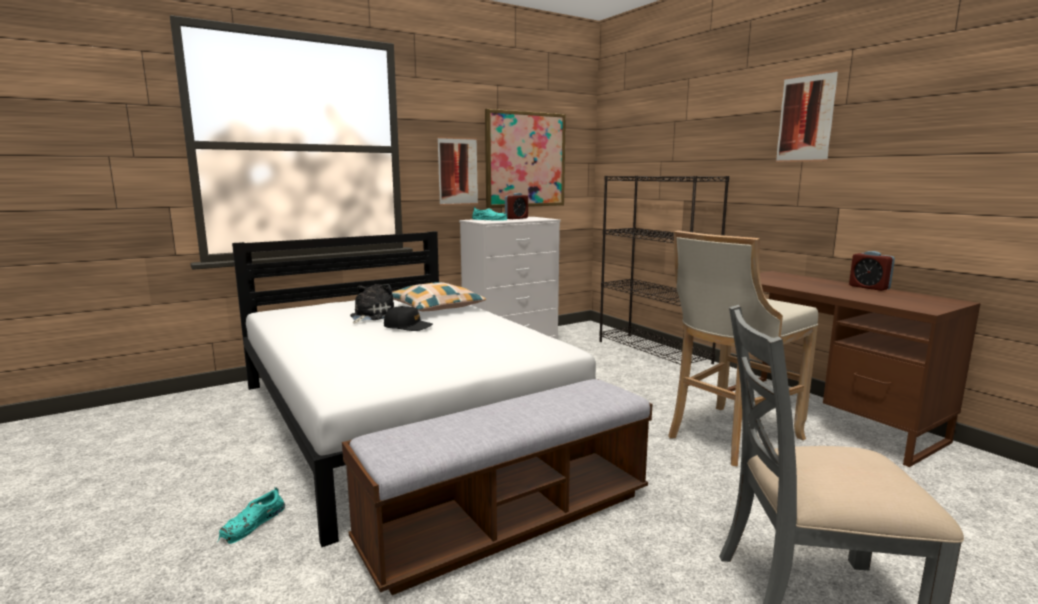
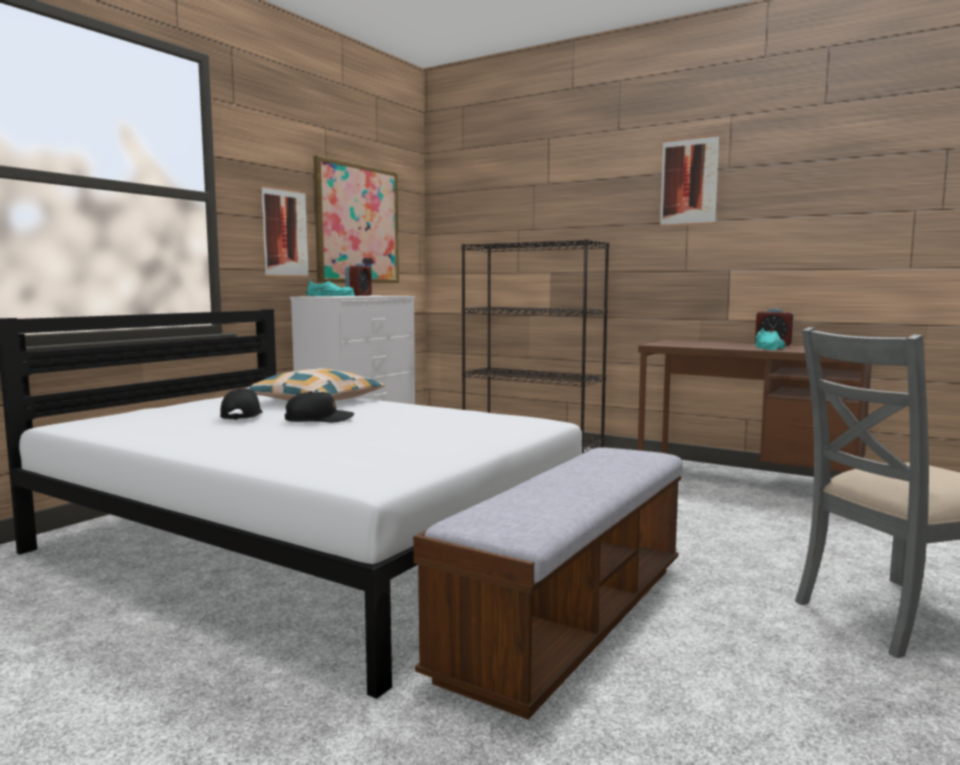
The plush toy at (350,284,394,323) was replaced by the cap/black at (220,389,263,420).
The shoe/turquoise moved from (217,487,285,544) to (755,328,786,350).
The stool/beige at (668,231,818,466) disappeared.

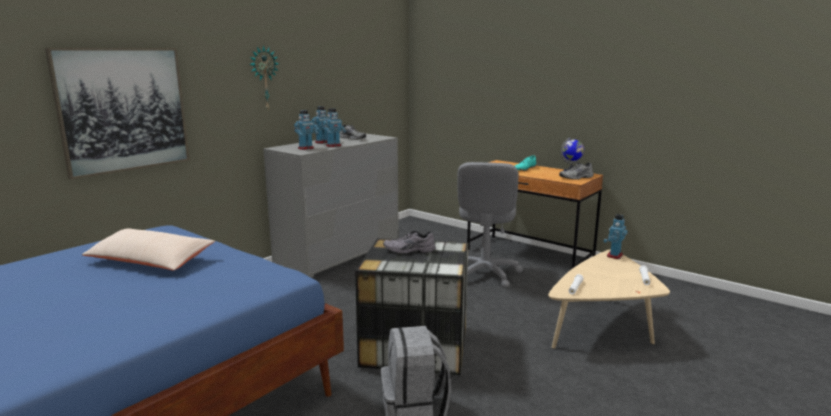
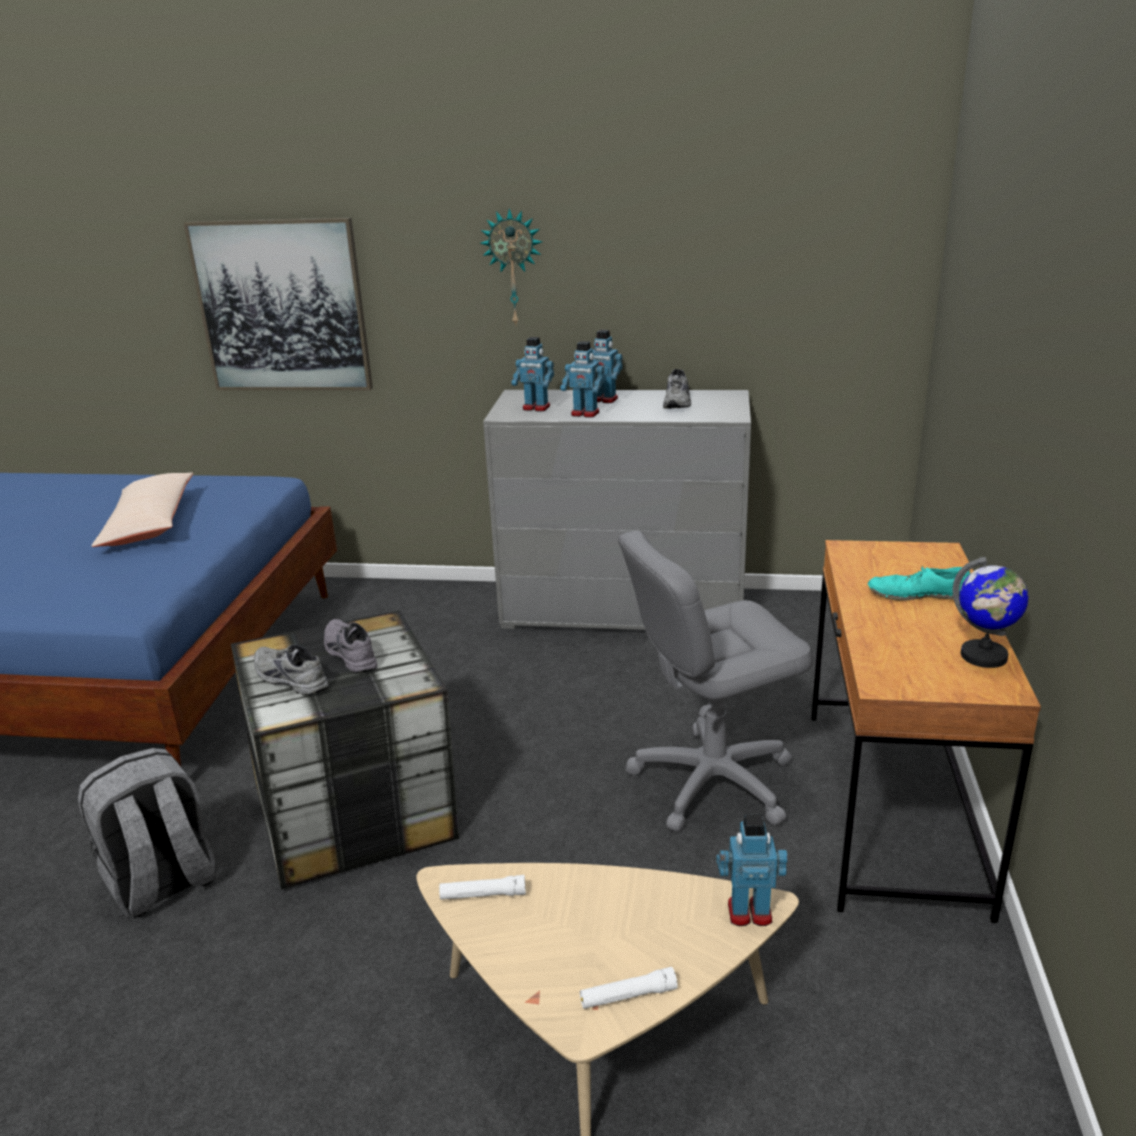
The shoe/grey moved from (559,162,594,180) to (254,645,329,695).

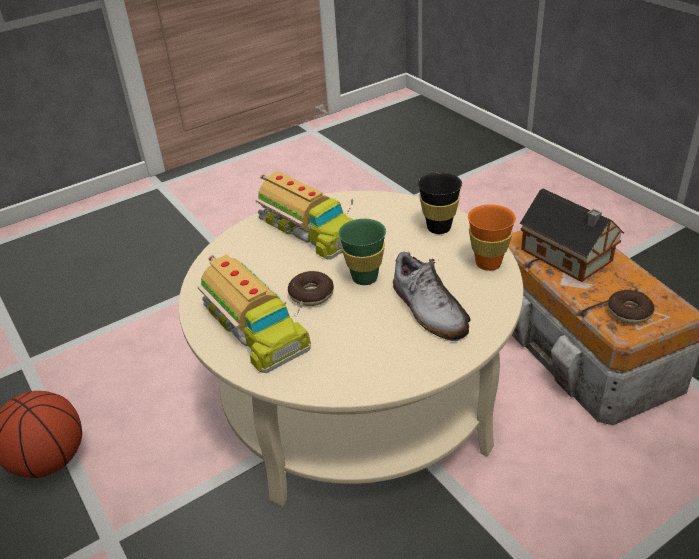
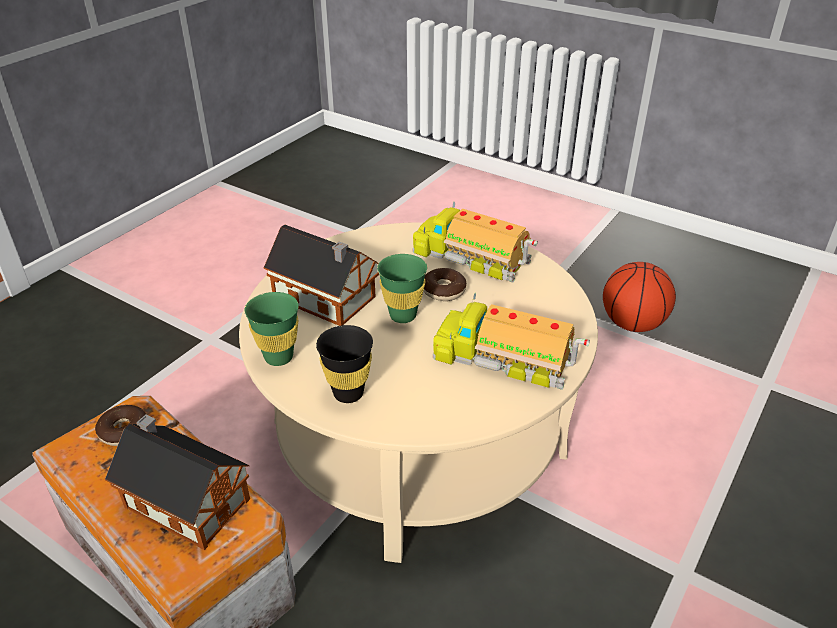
The cup/orange at (468,204,516,271) became the cup/green at (244,292,299,366).
The shoe at (393,252,471,341) was replaced by the toy house at (264,224,379,326).

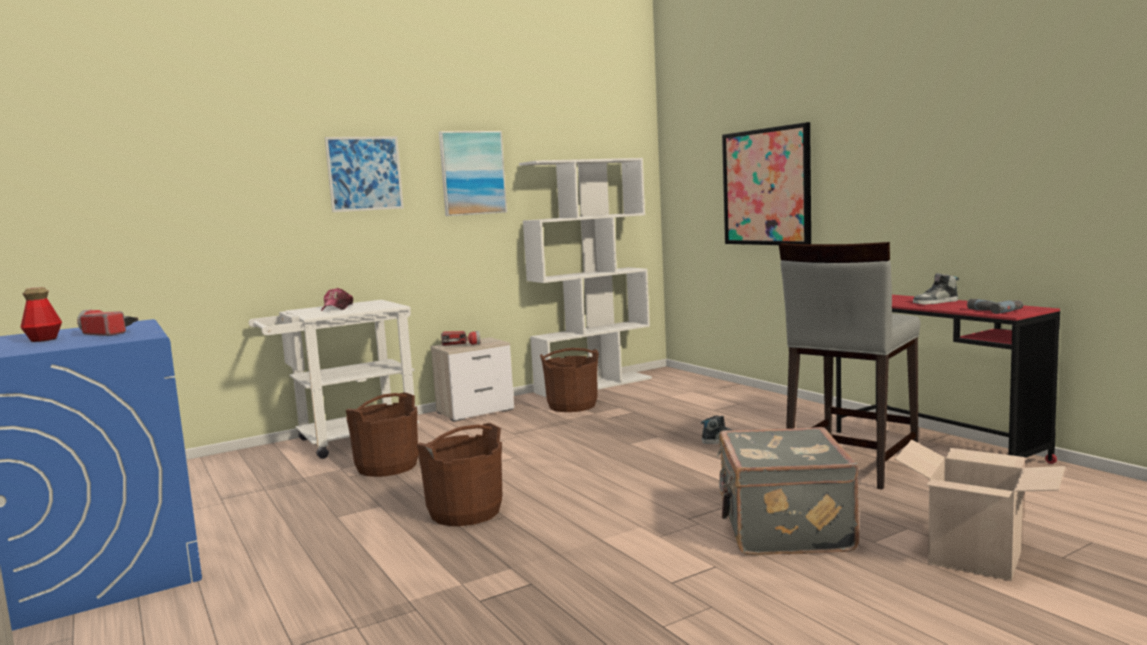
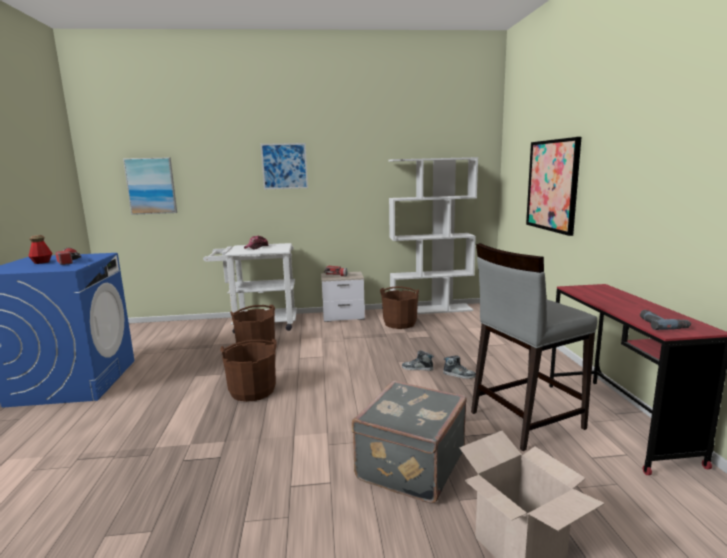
The picture moved from (439,131,507,216) to (123,157,177,215).
The shoe moved from (913,273,959,305) to (402,351,434,371).

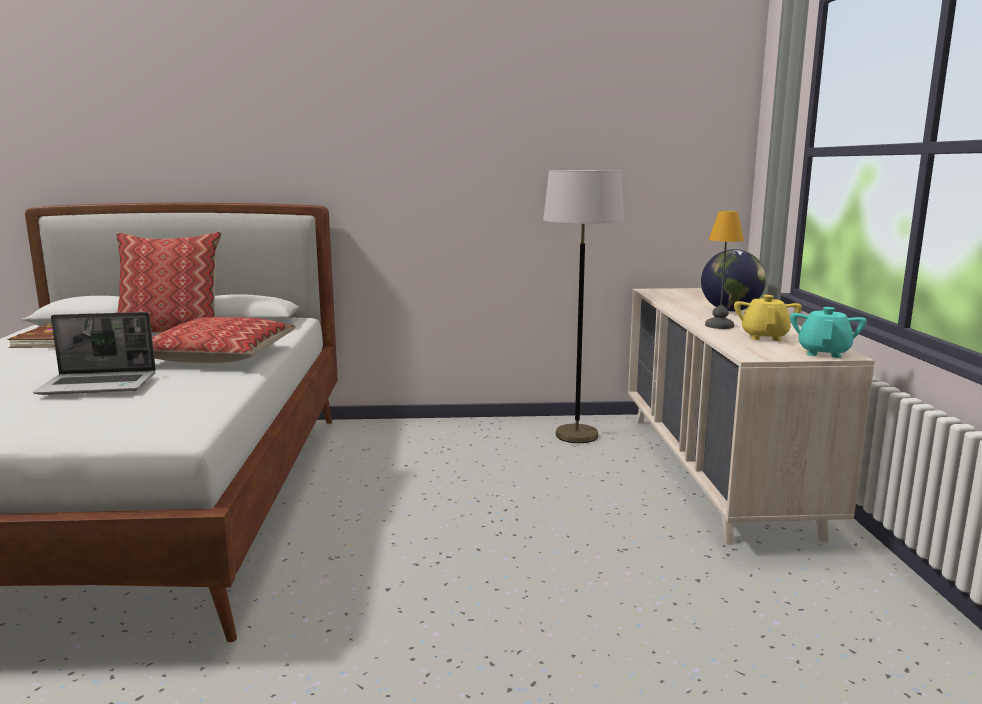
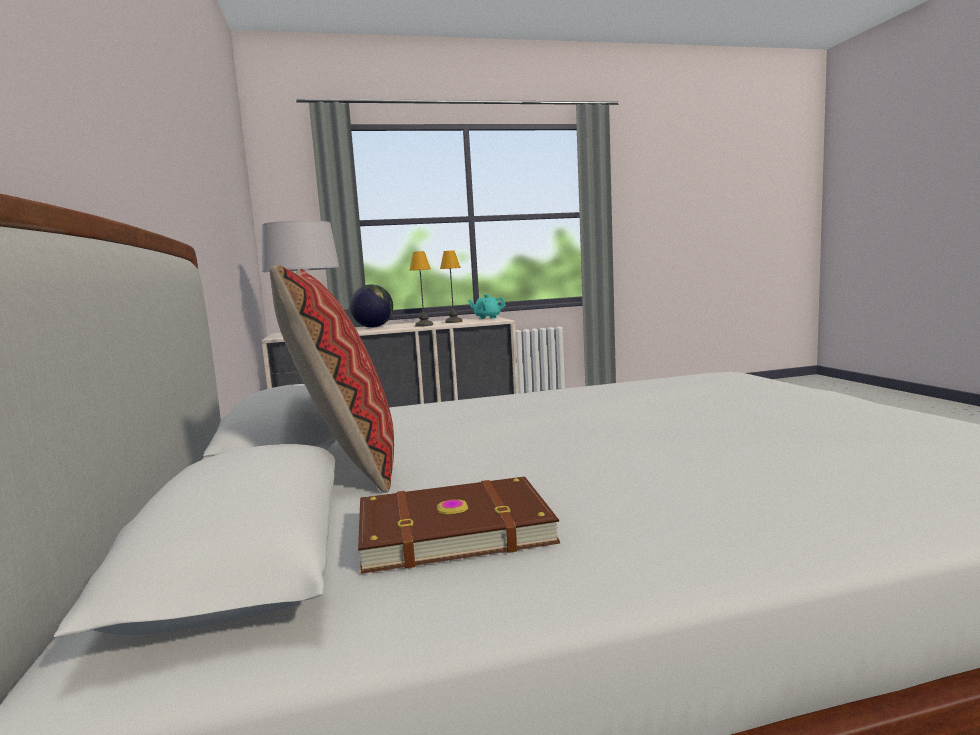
The teapot/yellow at (734,295,802,341) was replaced by the table lamp at (440,250,463,323).
The laptop at (33,312,156,395) disappeared.
The pillow at (152,317,296,363) disappeared.

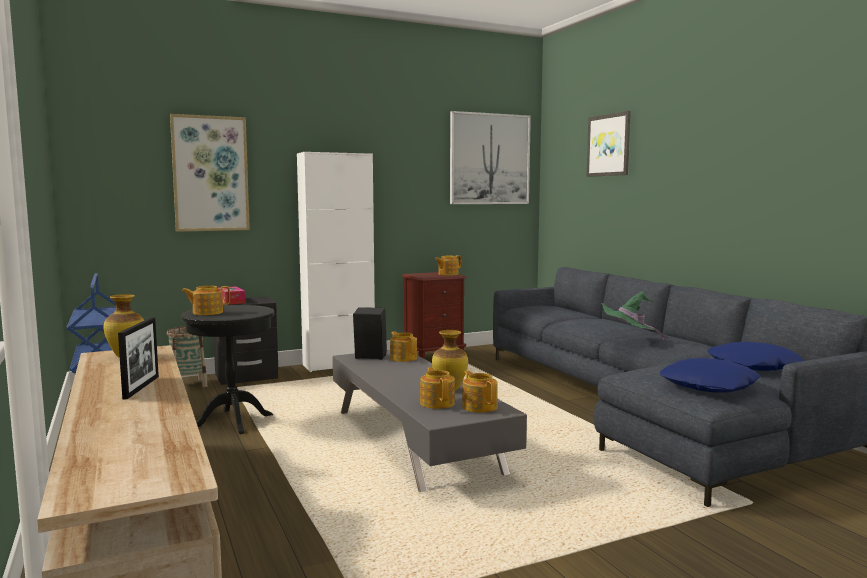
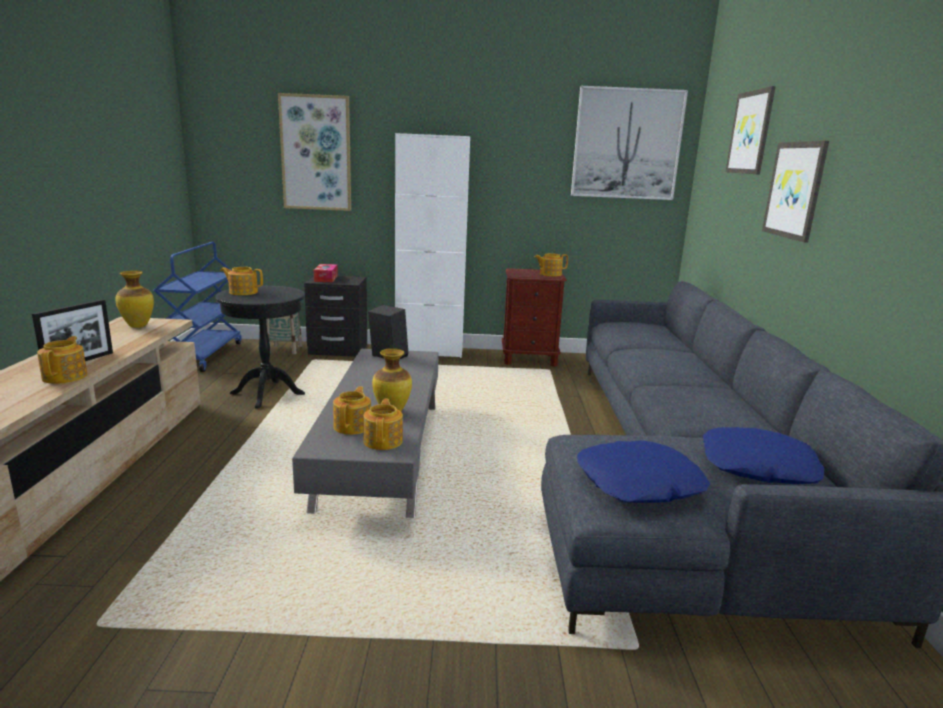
The teapot moved from (390,331,417,362) to (37,336,87,384).
The picture at (762,141,829,243) appeared.
The hat/green at (601,292,668,341) disappeared.

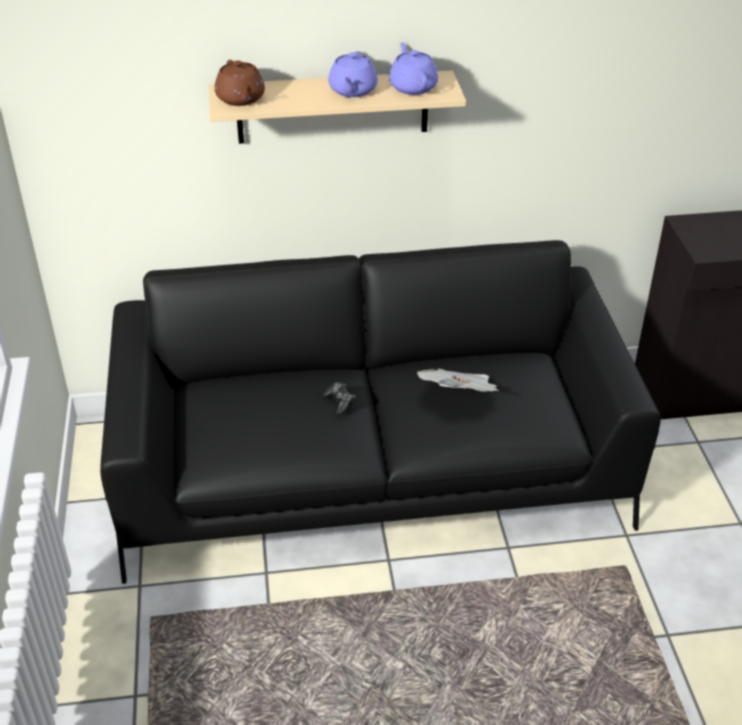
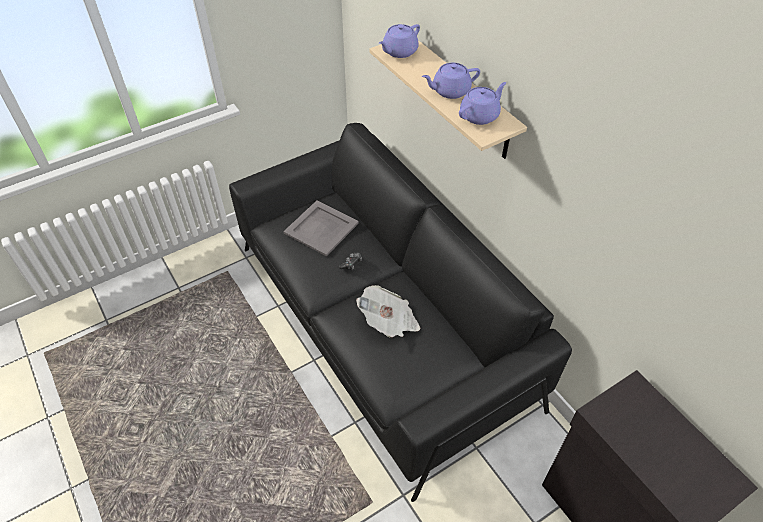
The tray/grey at (283,201,359,256) appeared.
The teapot/brown at (215,60,265,106) became the teapot/purple at (379,24,420,58).

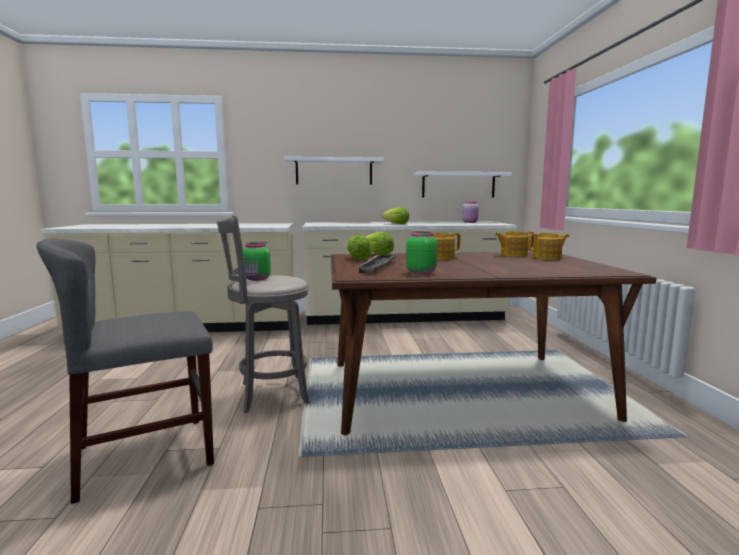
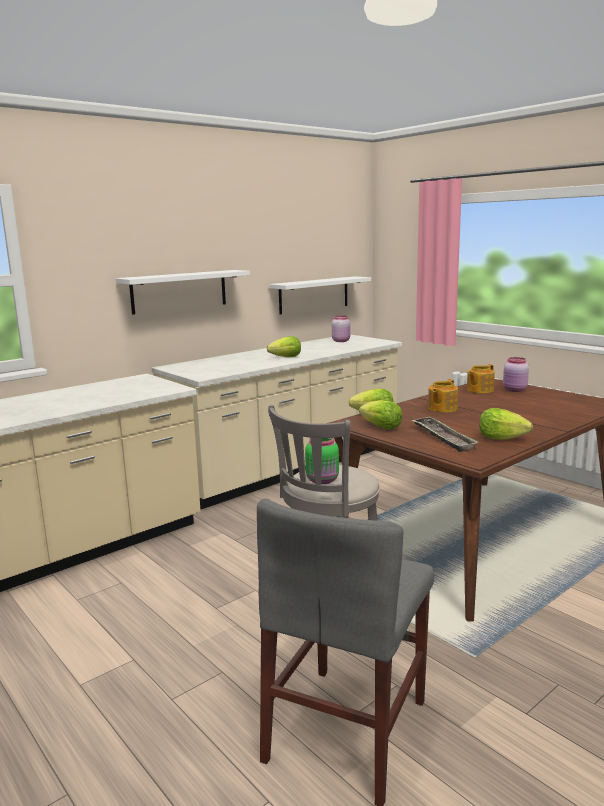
The jar/green at (406,231,437,275) was replaced by the lettuce at (479,408,533,440).
The teapot at (528,233,570,260) was replaced by the jar/pink at (503,357,529,392).

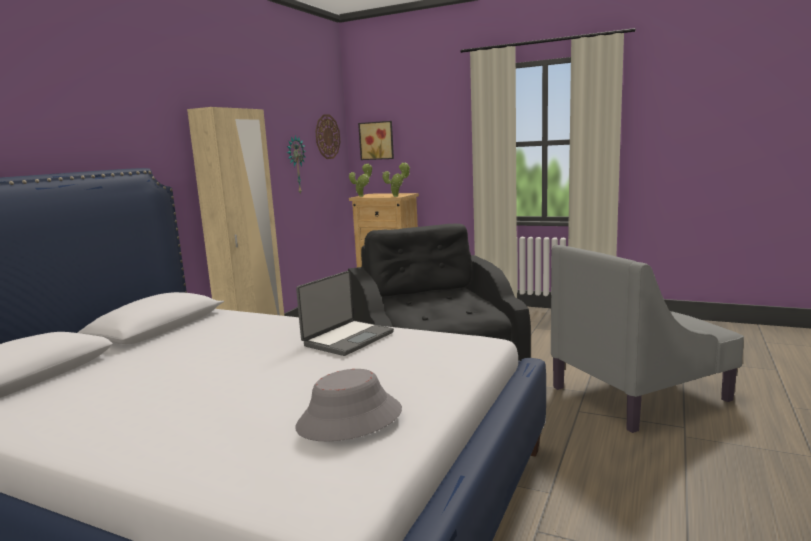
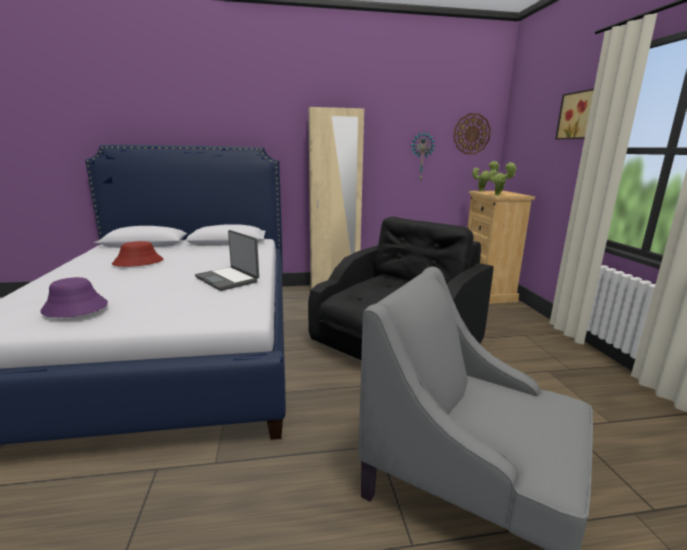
The hat/grey at (295,369,402,442) became the hat/purple at (40,277,108,318).
The hat/red at (112,241,163,267) appeared.
The laptop at (296,271,394,356) turned 45 degrees clockwise.
The picture moved from (358,121,394,160) to (555,89,594,140).

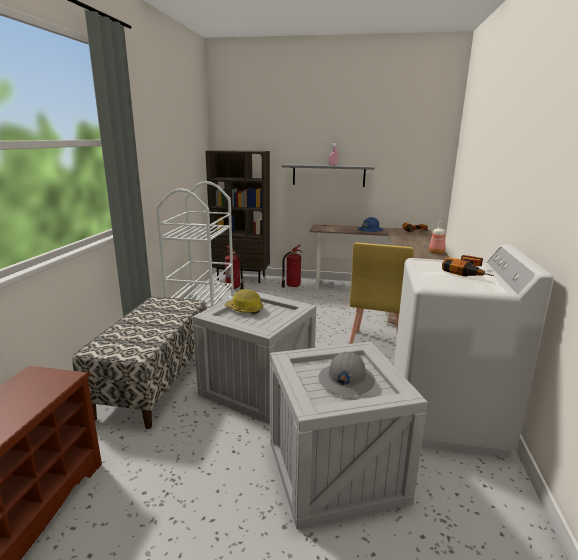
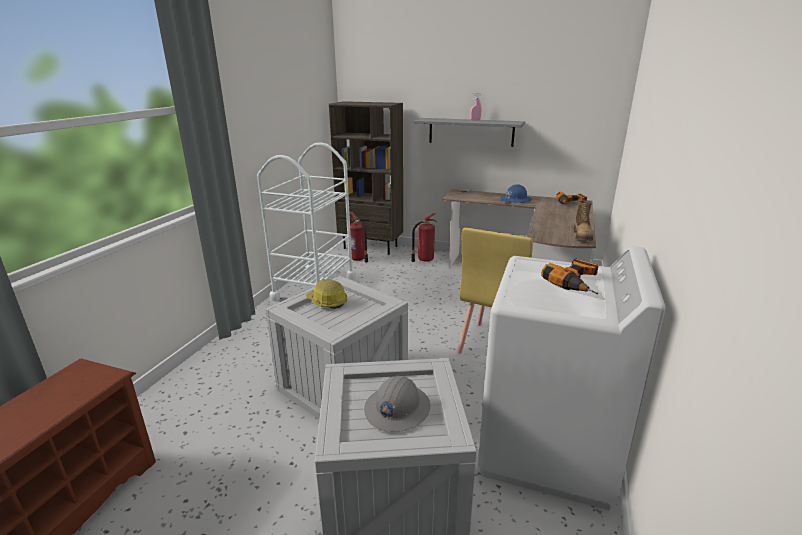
The bottle at (429,221,445,254) was replaced by the boot at (574,200,593,241).
The bench at (73,297,207,429) disappeared.

